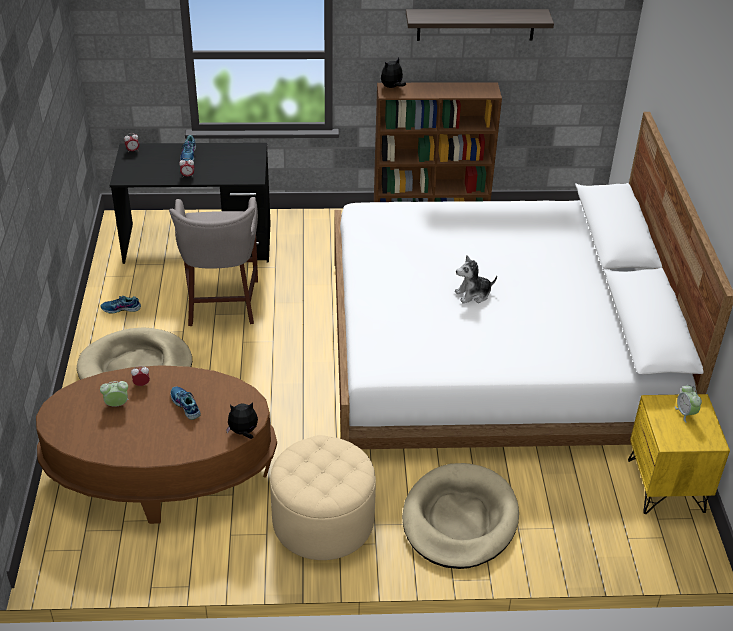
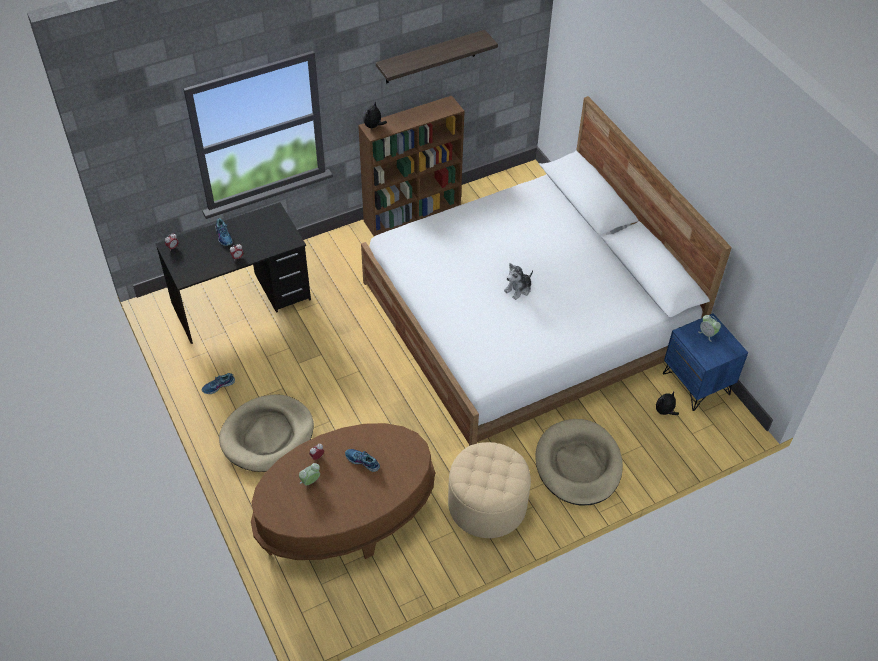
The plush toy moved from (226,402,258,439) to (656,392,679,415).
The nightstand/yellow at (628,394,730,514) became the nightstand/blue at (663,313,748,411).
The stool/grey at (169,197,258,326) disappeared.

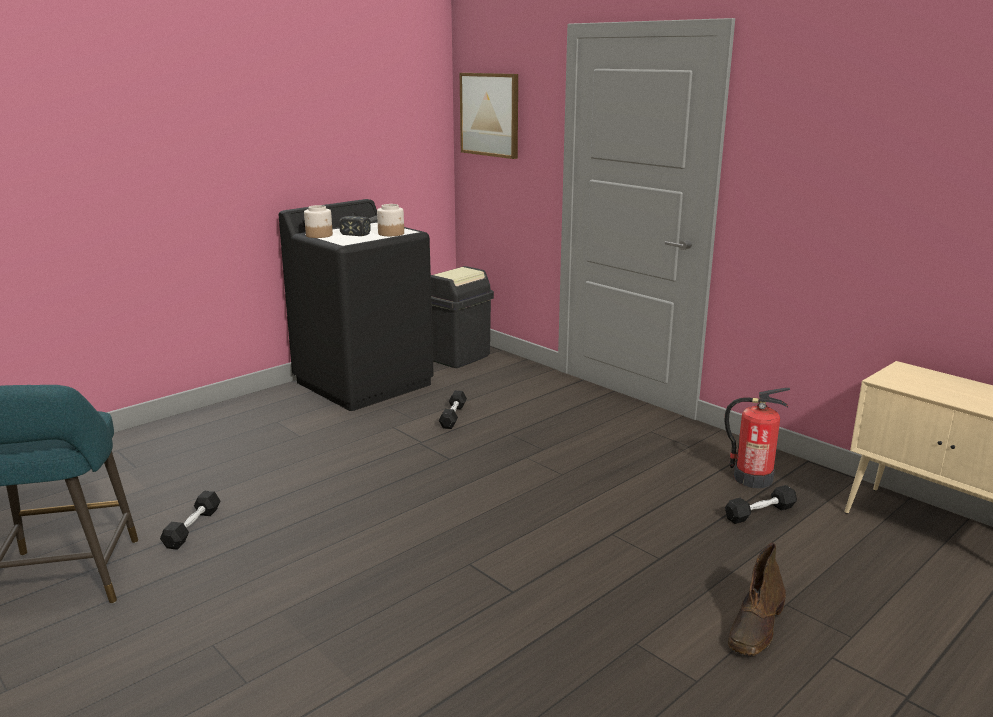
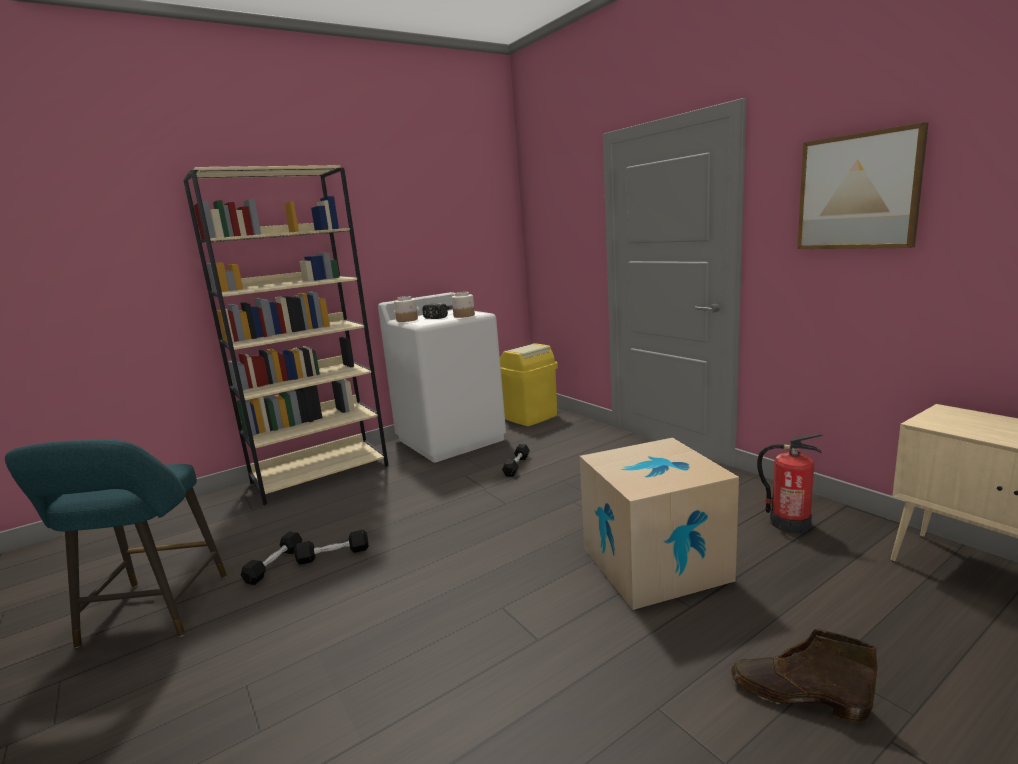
The bookcase/beige at (183,165,389,505) appeared.
The dumbbell/black moved from (725,485,797,524) to (294,530,369,565).
The washing machine/black at (279,199,434,411) became the washing machine/white at (378,292,506,463).
The trash can/black at (431,266,494,368) became the trash can/yellow at (500,343,558,426).
The cardboard box at (580,438,739,610) appeared.
The boot/brown at (728,543,786,656) turned 75 degrees clockwise.
The picture moved from (460,73,518,159) to (797,122,929,249).

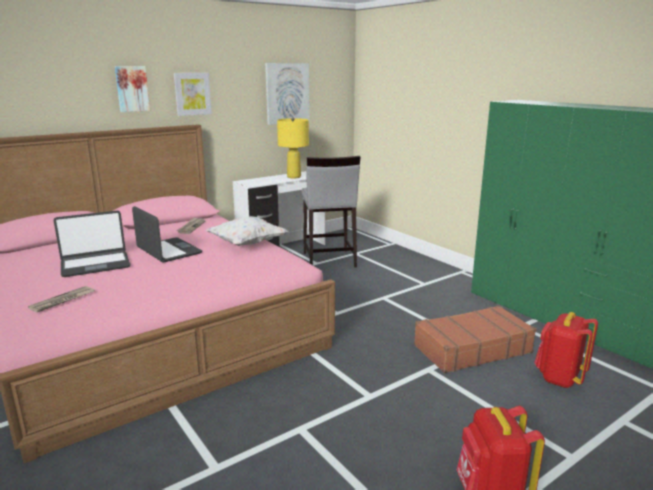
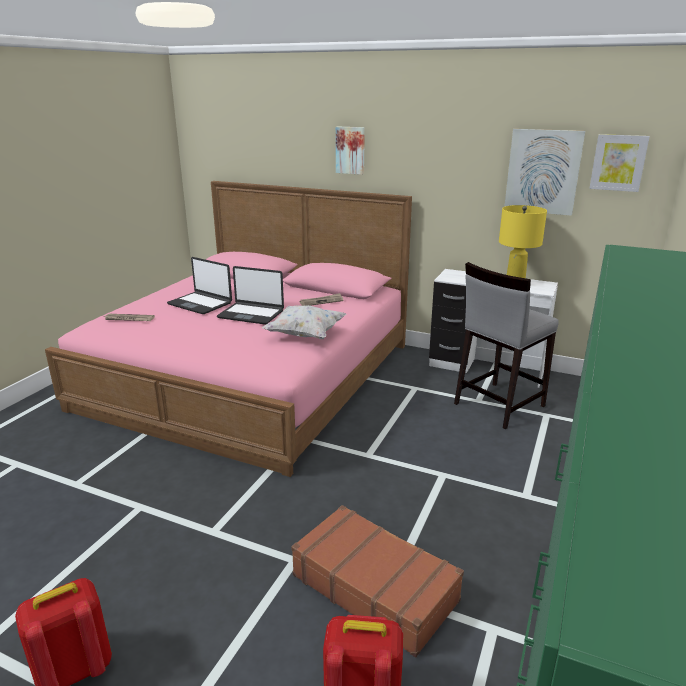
The laptop at (132,206,202,263) turned 90 degrees clockwise.
The picture moved from (174,73,212,116) to (589,134,650,192).

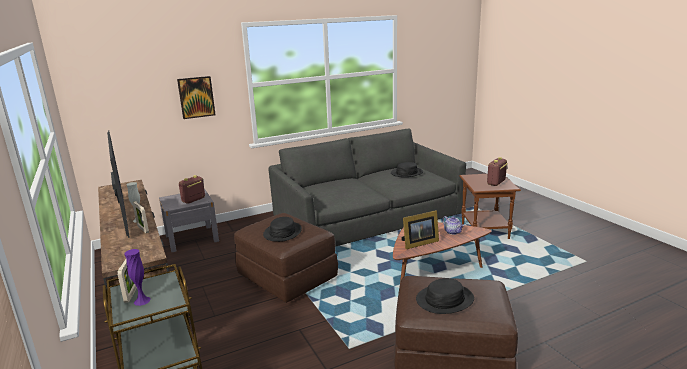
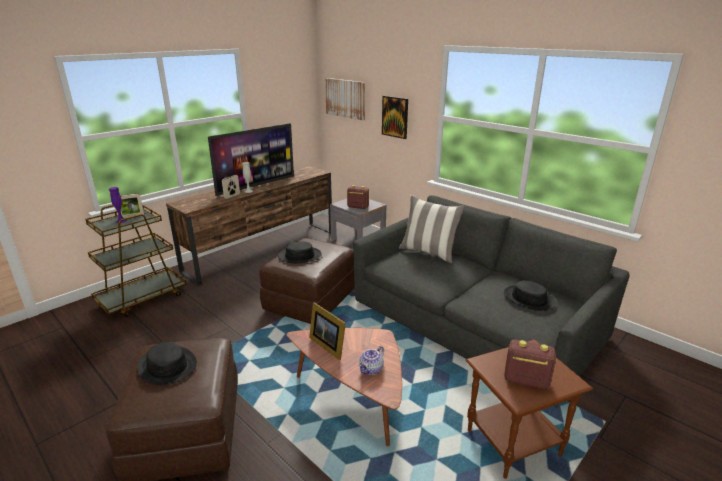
The picture at (325,78,365,120) appeared.
The pillow at (399,195,465,264) appeared.

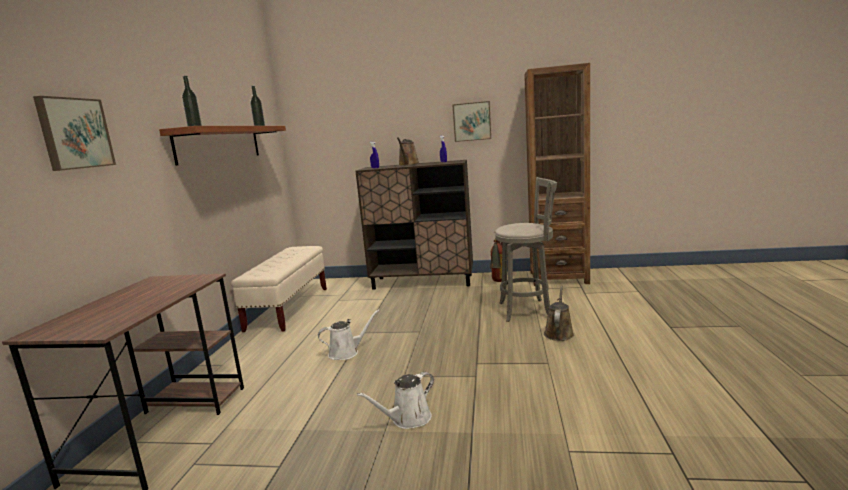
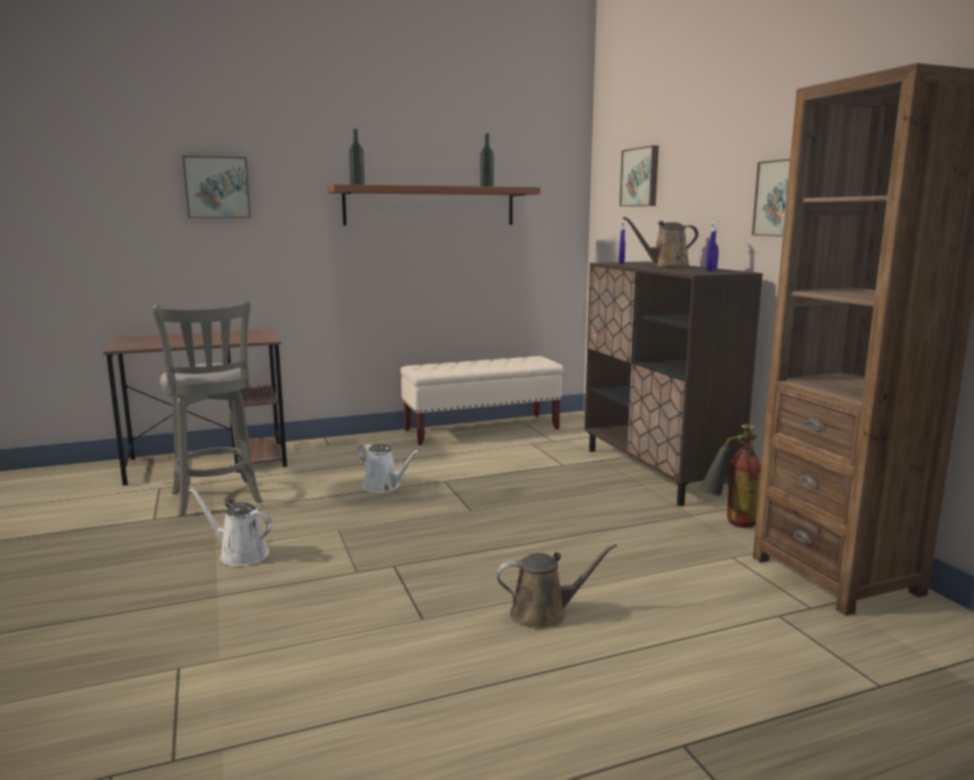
The stool/grey moved from (495,177,557,322) to (152,301,262,517).
The picture at (619,145,659,207) appeared.

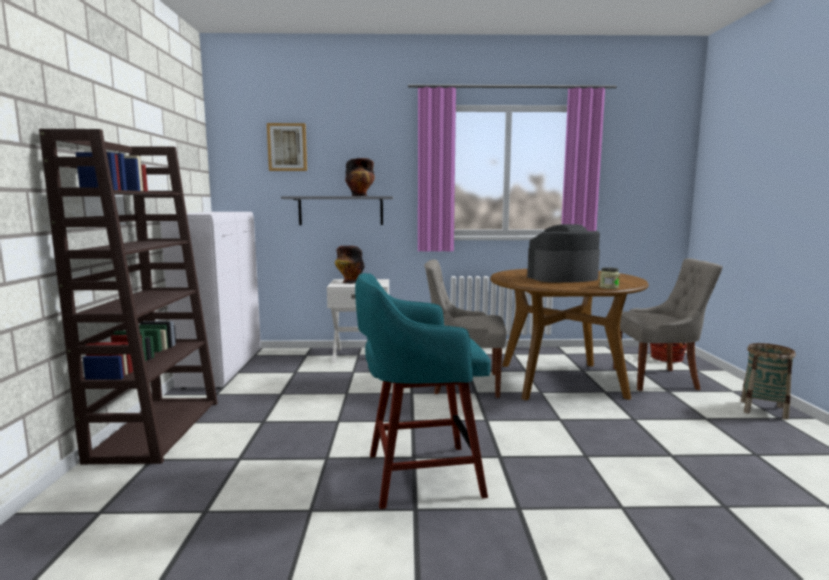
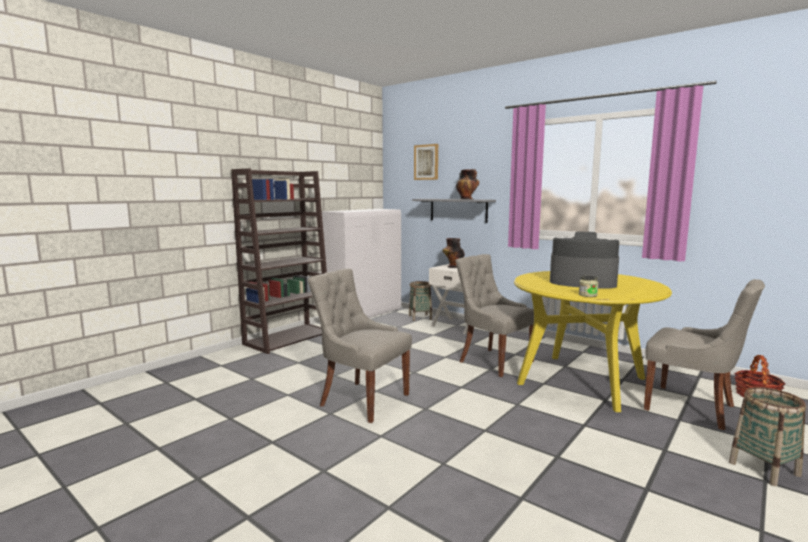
The stool/turquoise at (355,273,491,509) was replaced by the chair/grey at (307,268,412,423).
The basket at (409,281,432,321) appeared.
The dining table/brown at (490,269,649,400) became the dining table/yellow at (514,271,672,412).

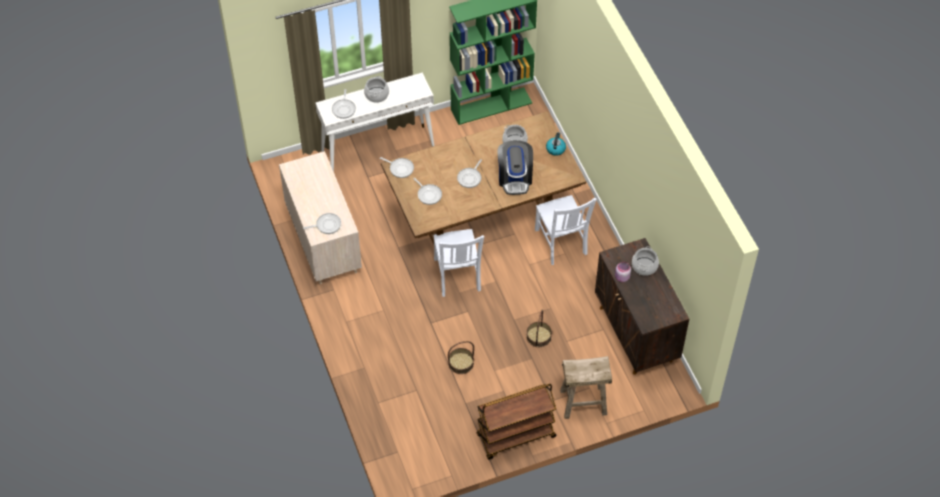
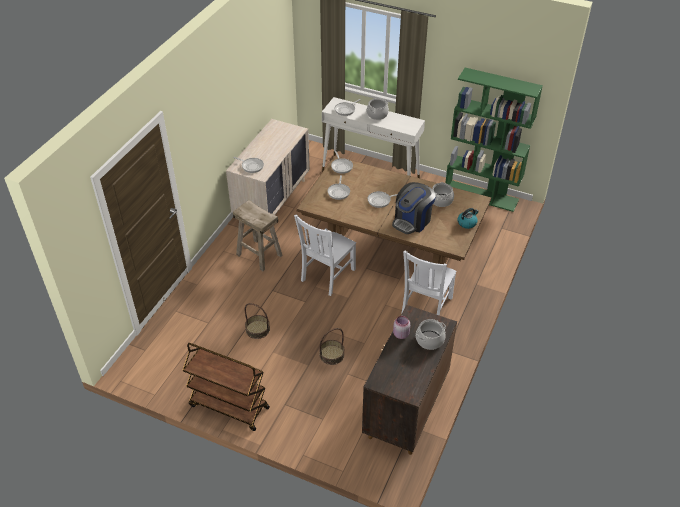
The stool/beige moved from (560,356,612,419) to (233,200,283,271).

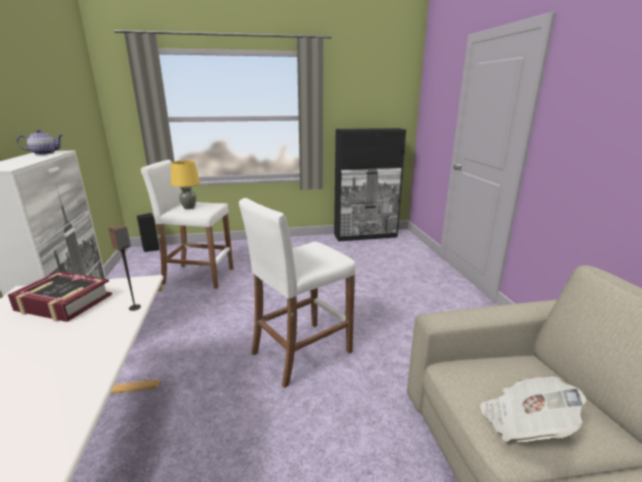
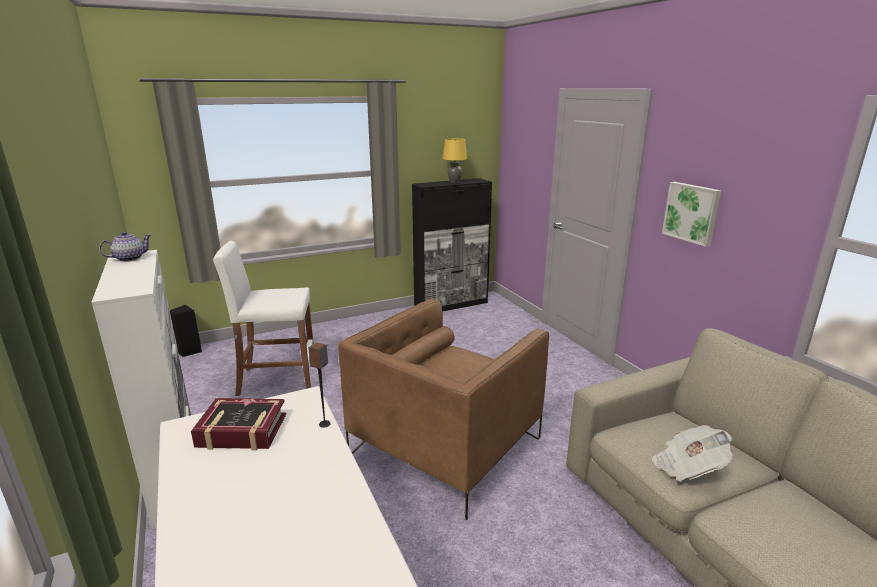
The stool/white at (239,198,356,388) was replaced by the armchair/brown at (338,299,549,520).
The table lamp/yellow moved from (171,160,200,209) to (442,138,468,183).
The picture at (662,182,721,247) appeared.

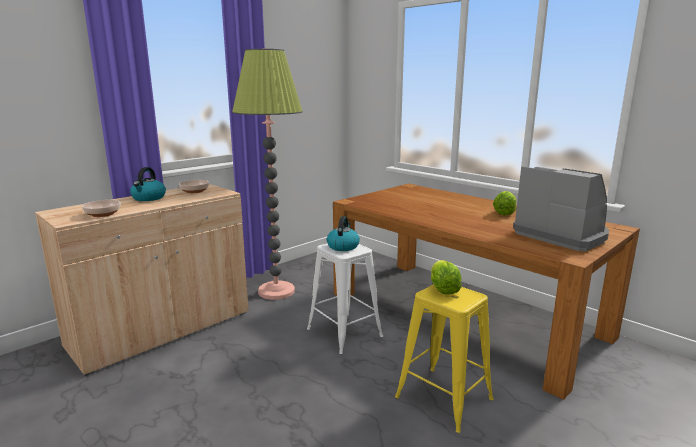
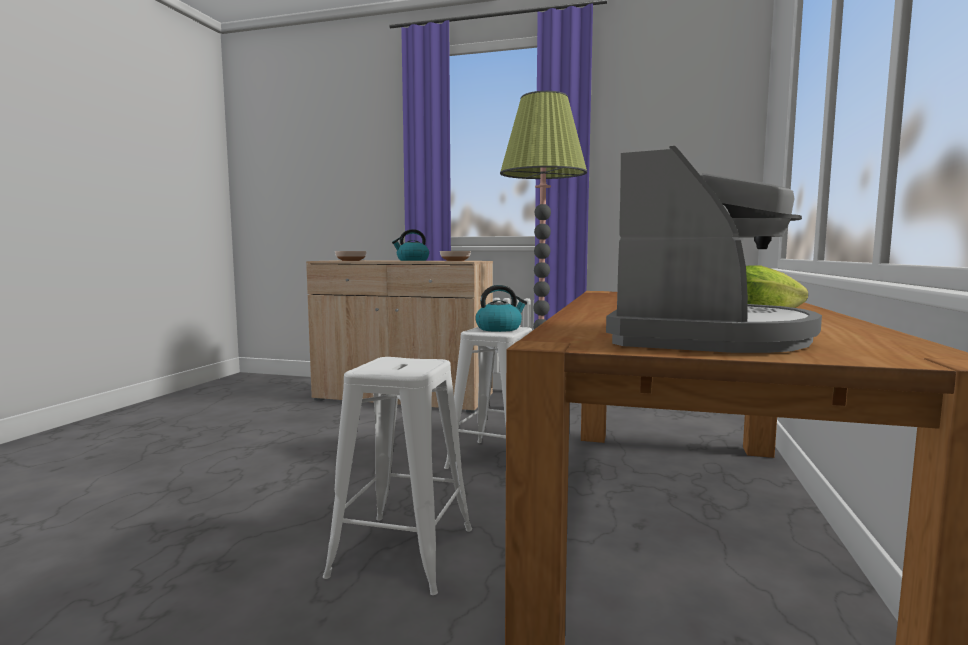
The stool/yellow at (395,284,494,433) became the stool/white at (323,357,472,595).
The lettuce at (431,260,461,295) disappeared.

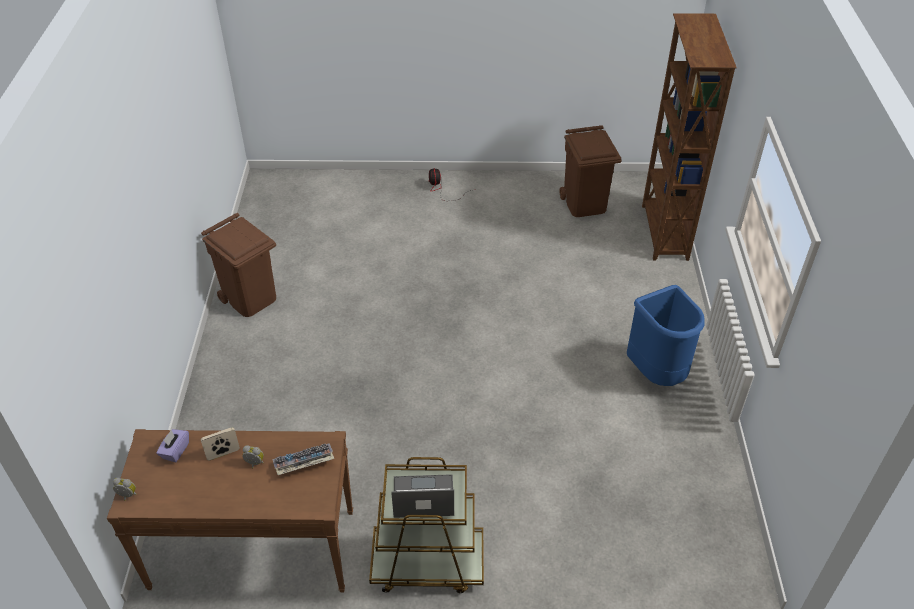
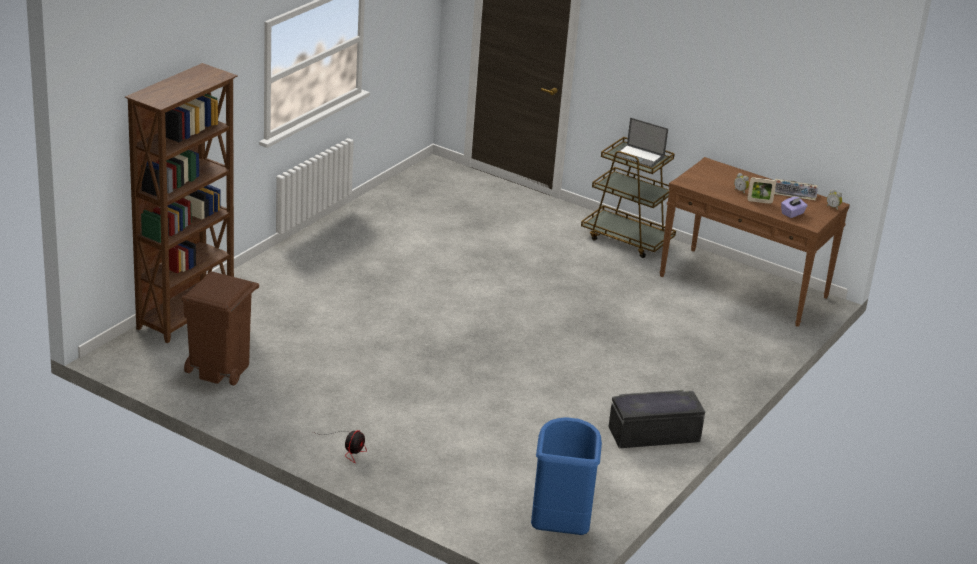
The trash can/blue moved from (627,285,705,386) to (531,417,602,535).
The trash can/brown at (201,213,276,317) was replaced by the storage box/black at (609,390,705,448).
The keyboard moved from (272,443,334,475) to (774,178,818,200).

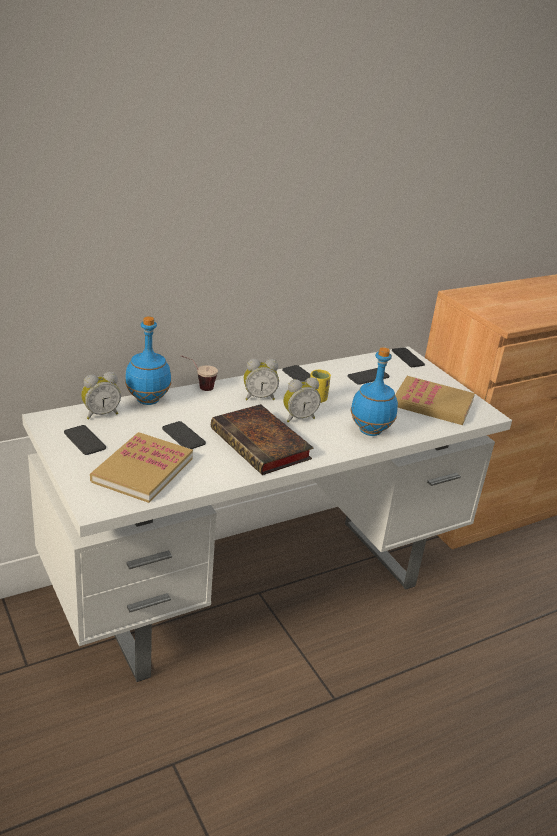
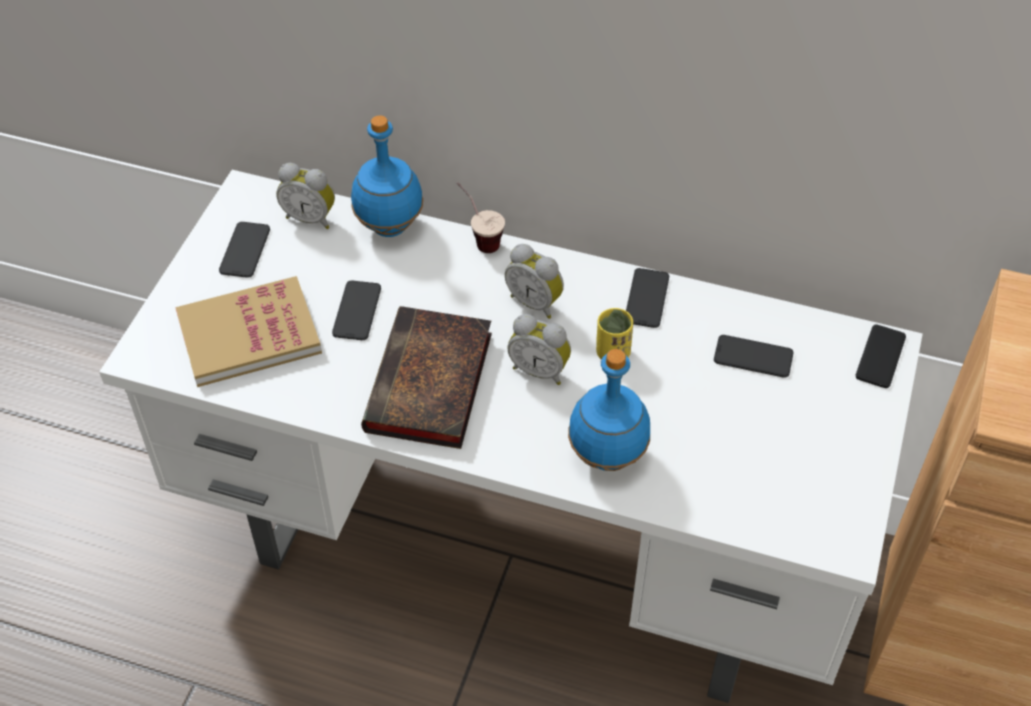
The book at (395,376,475,425) disappeared.

